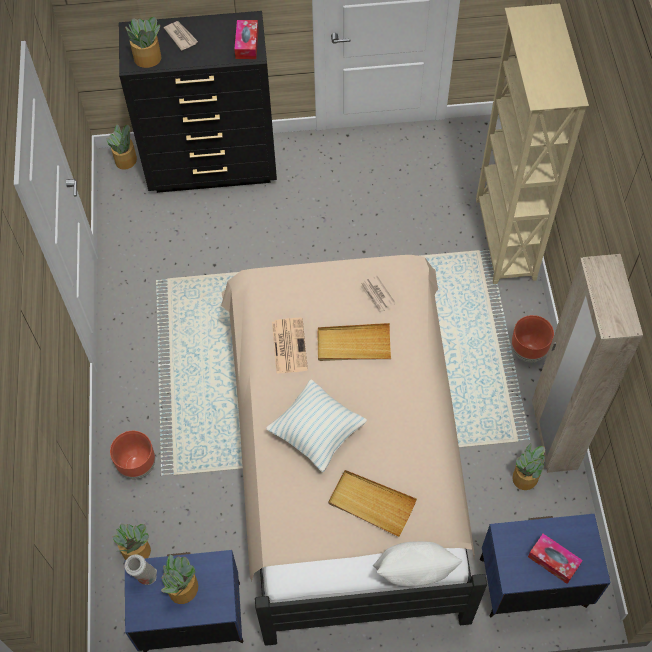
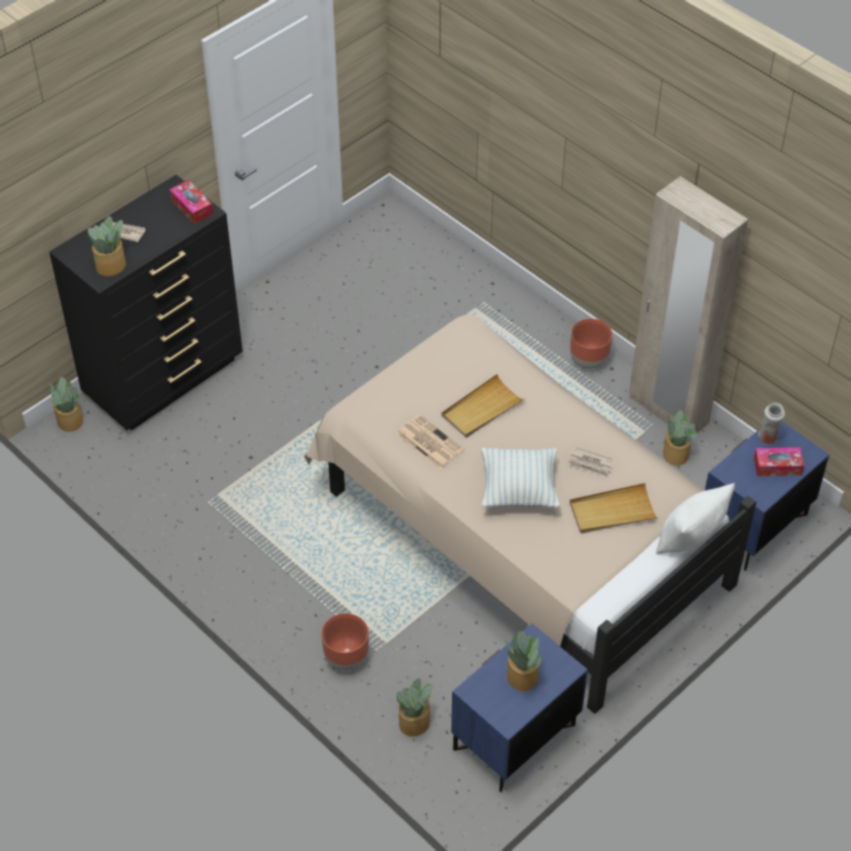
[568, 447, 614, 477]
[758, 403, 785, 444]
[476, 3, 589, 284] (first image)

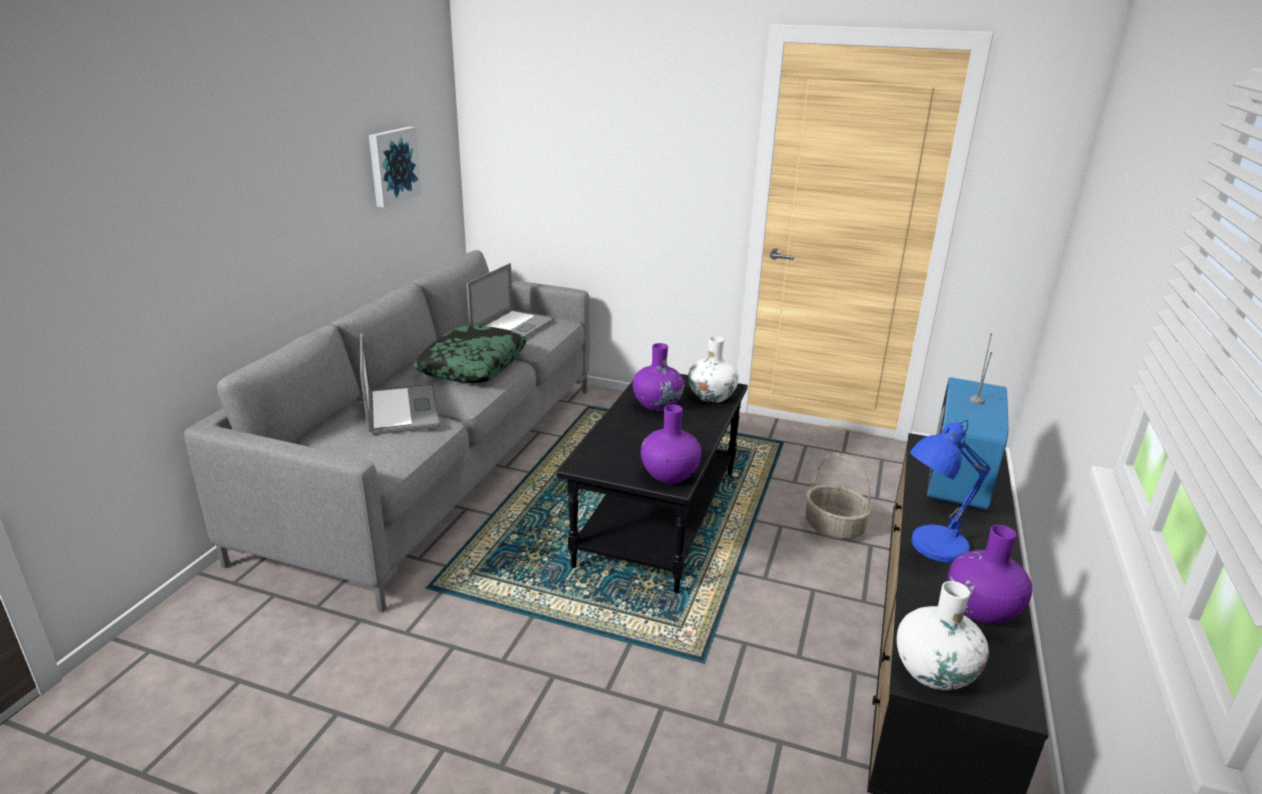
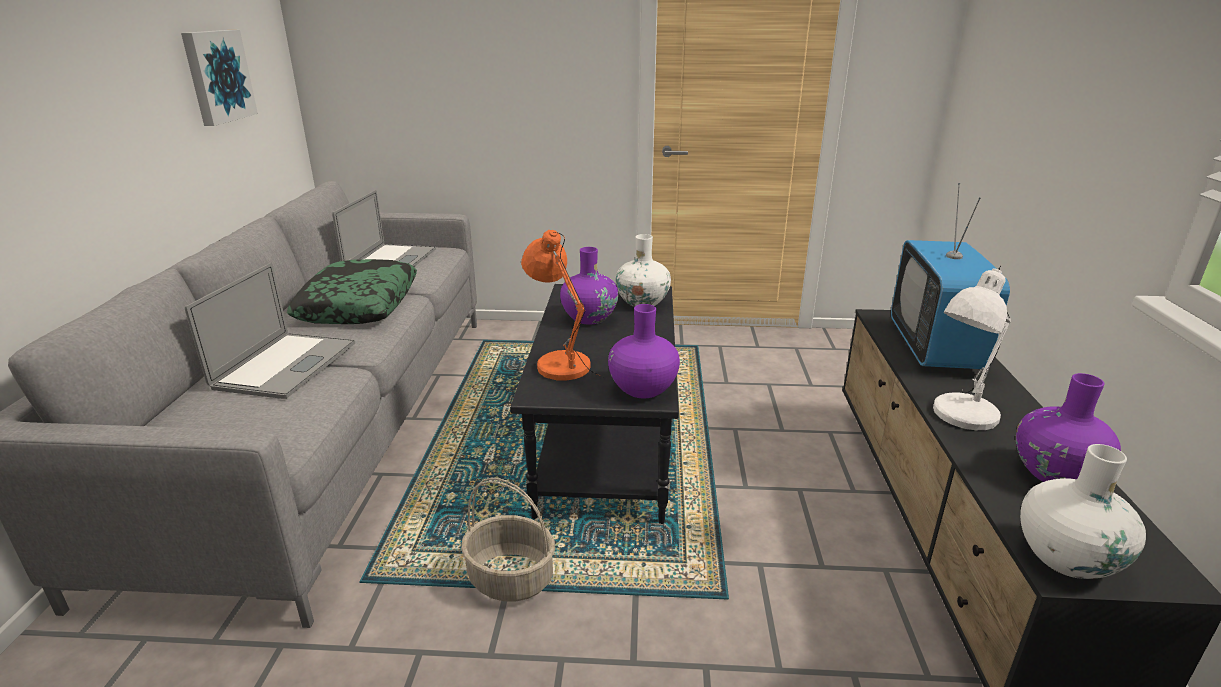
[185, 263, 355, 399]
[461, 478, 555, 601]
[521, 230, 605, 380]
[933, 266, 1011, 430]

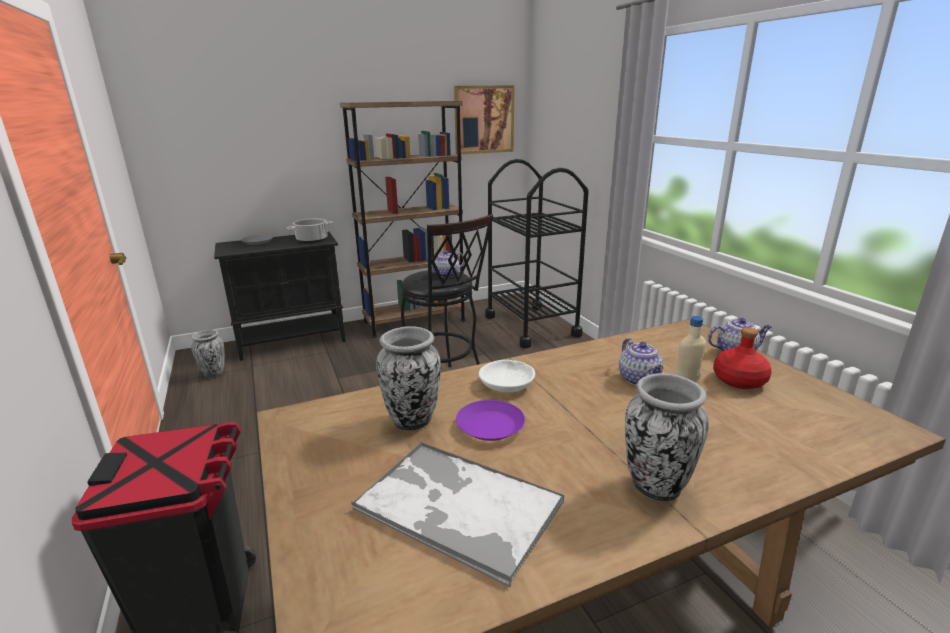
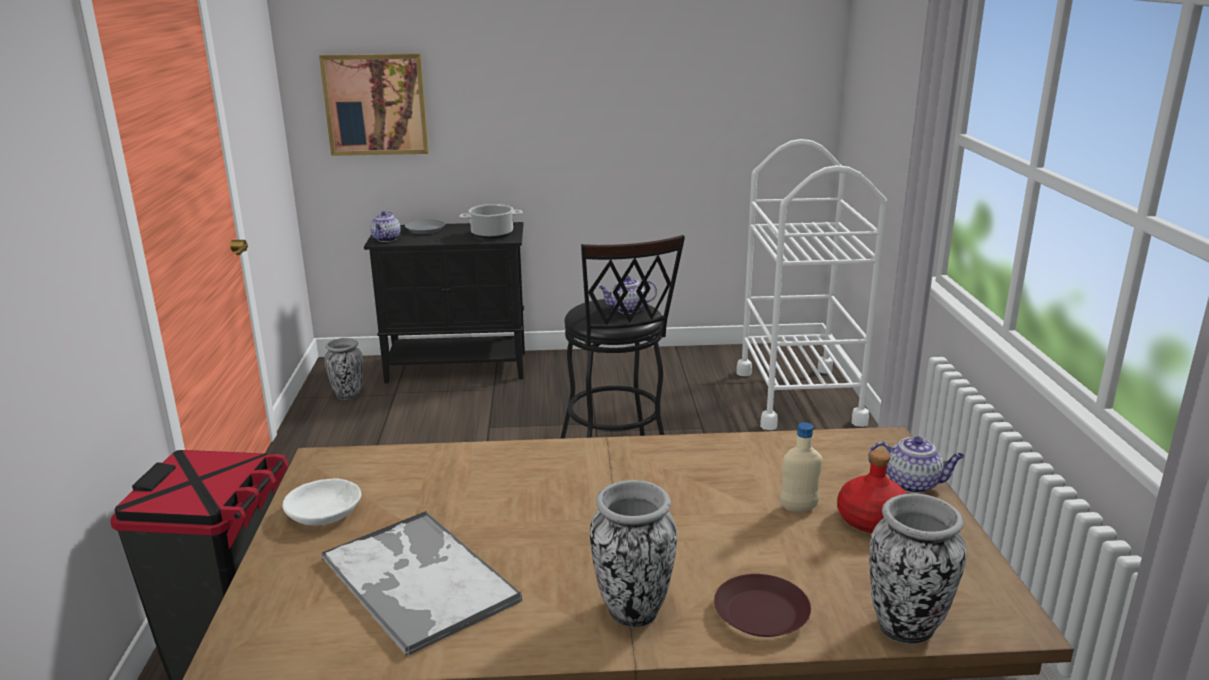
[283, 478, 362, 526]
[319, 53, 429, 156]
[370, 211, 401, 242]
[714, 574, 811, 637]
[736, 139, 887, 430]
[870, 493, 967, 644]
[340, 101, 466, 338] (first image)
[456, 400, 525, 441] (first image)

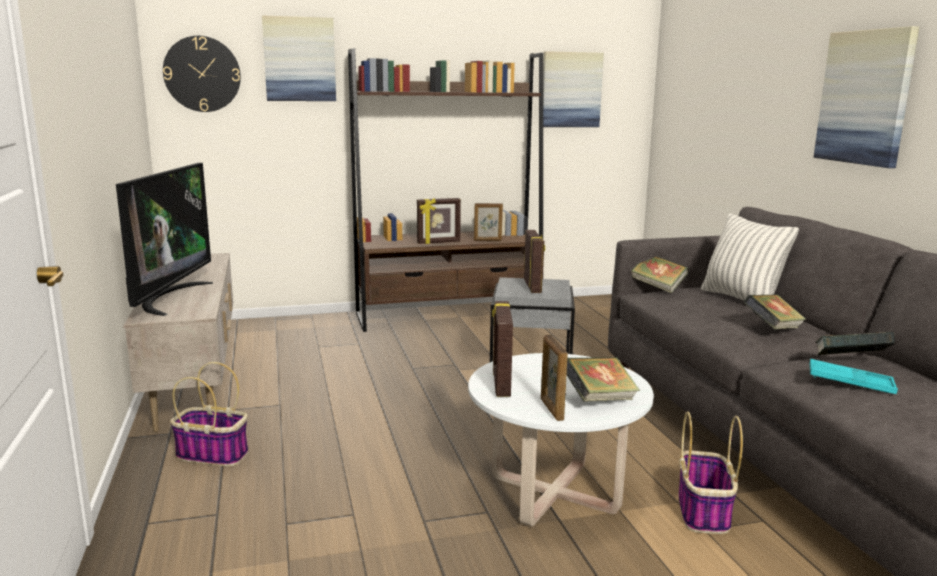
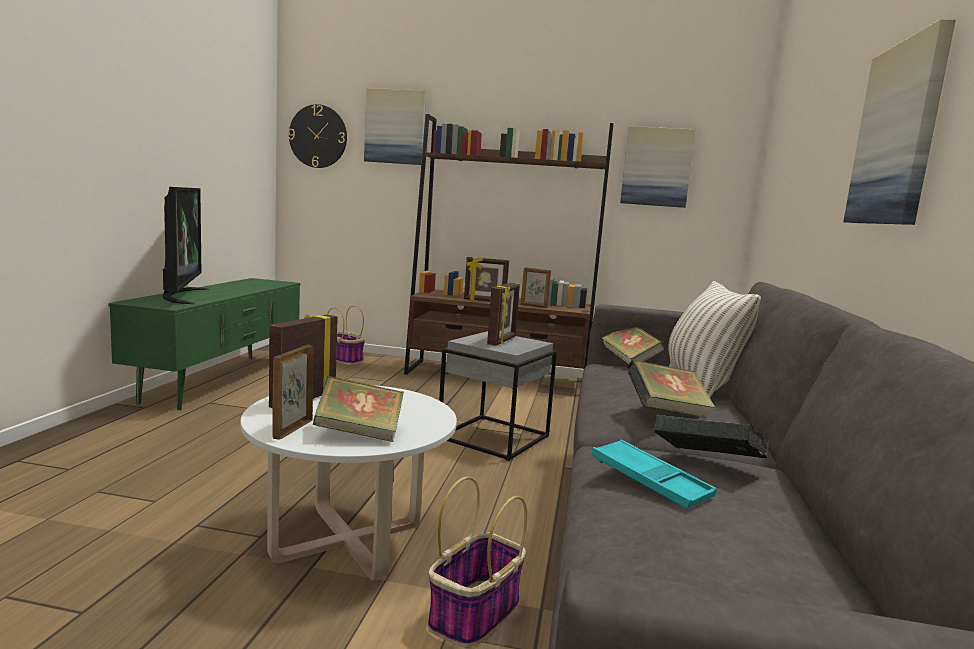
[108, 278, 300, 410]
[163, 187, 208, 304]
[327, 305, 365, 365]

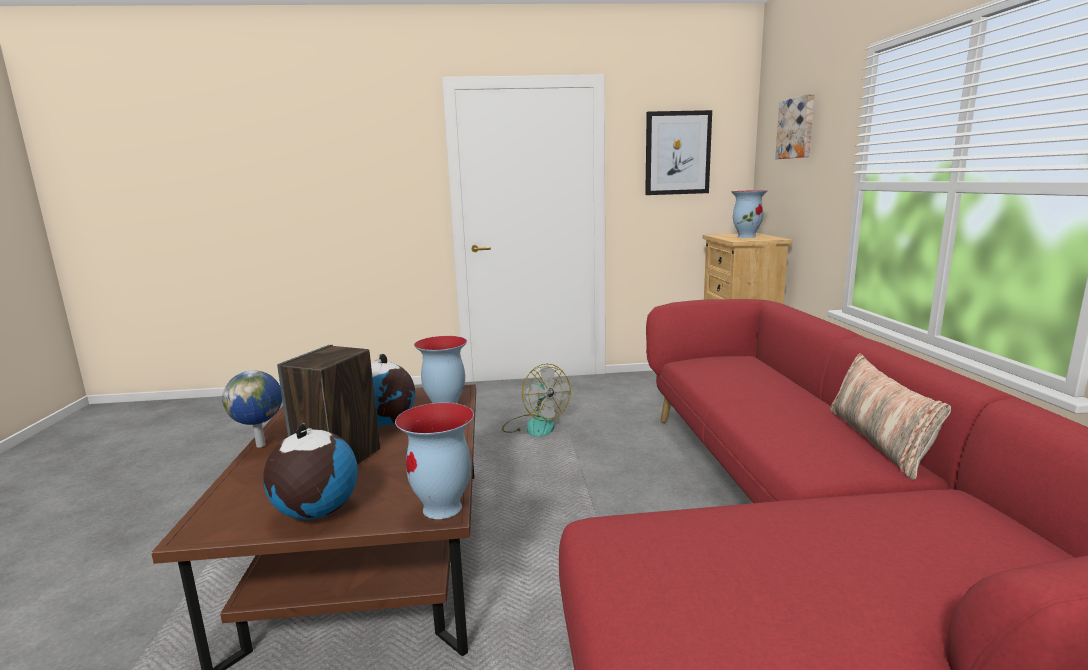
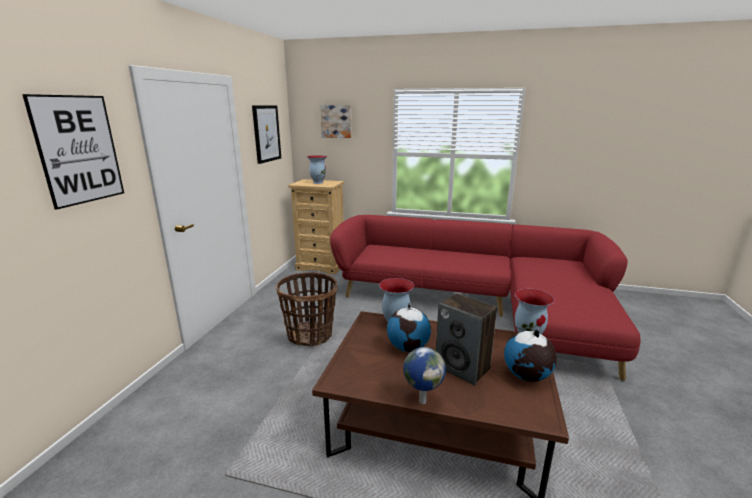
[22, 94, 124, 210]
[276, 272, 337, 347]
[830, 353, 951, 480] (first image)

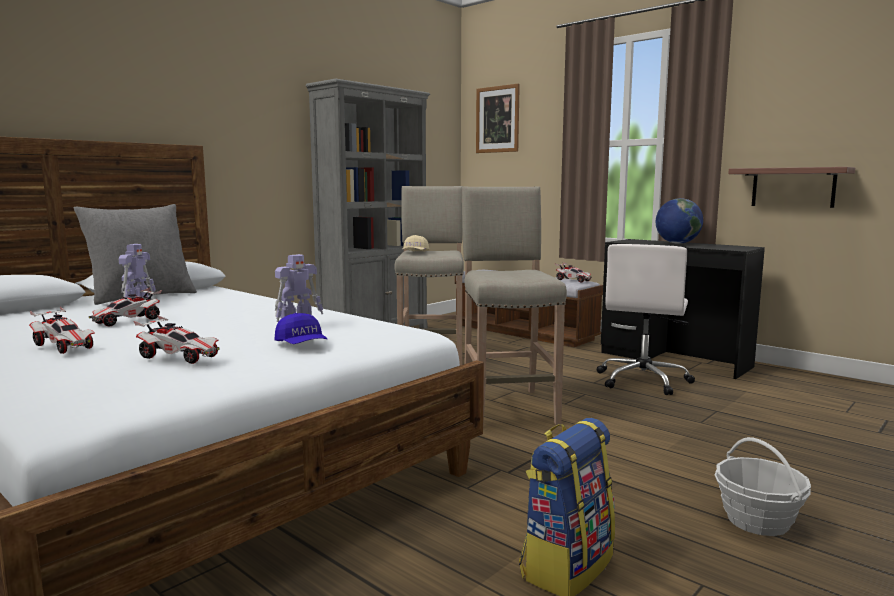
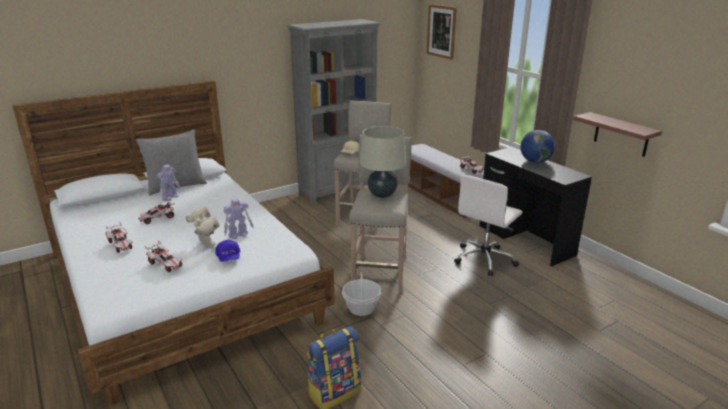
[186, 207, 219, 247]
[342, 272, 381, 316]
[360, 126, 406, 198]

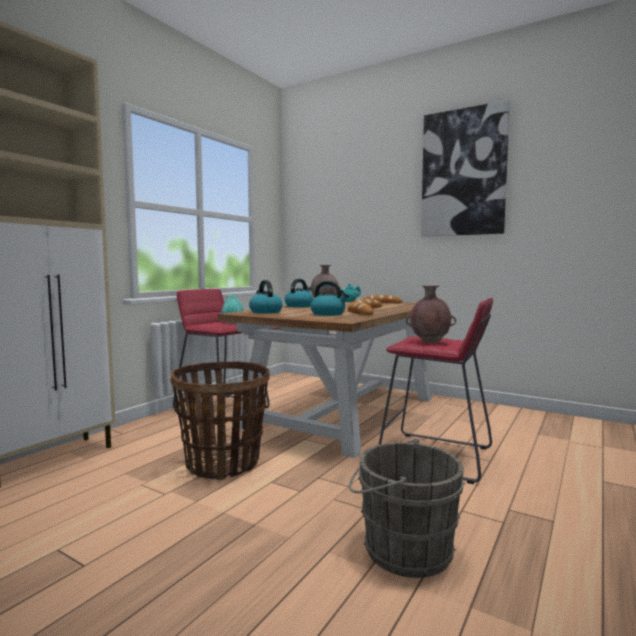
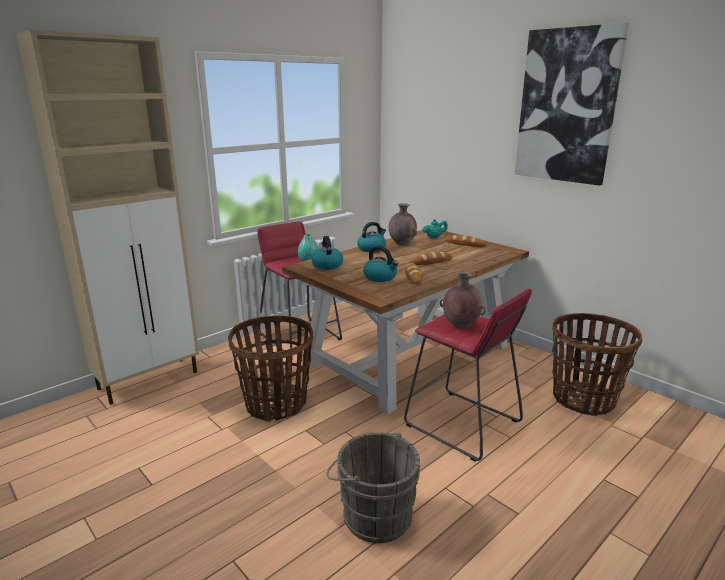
[552, 313, 642, 416]

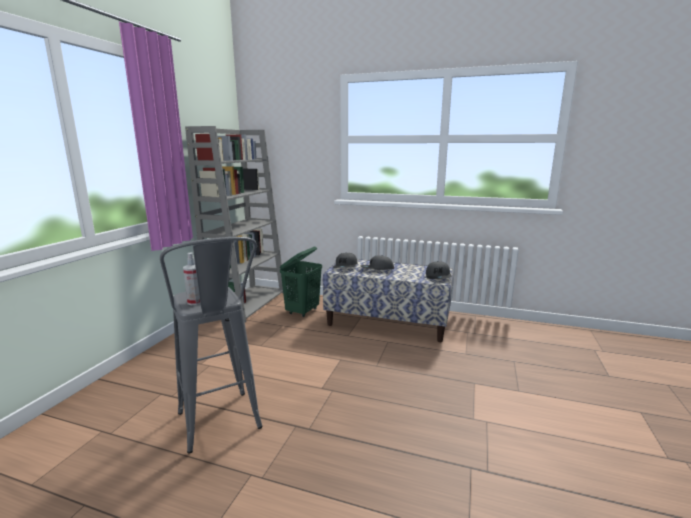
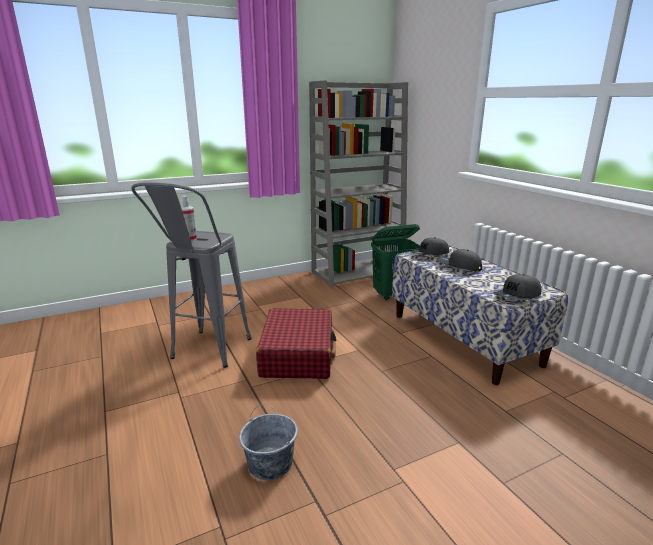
[239, 404, 298, 480]
[256, 308, 337, 379]

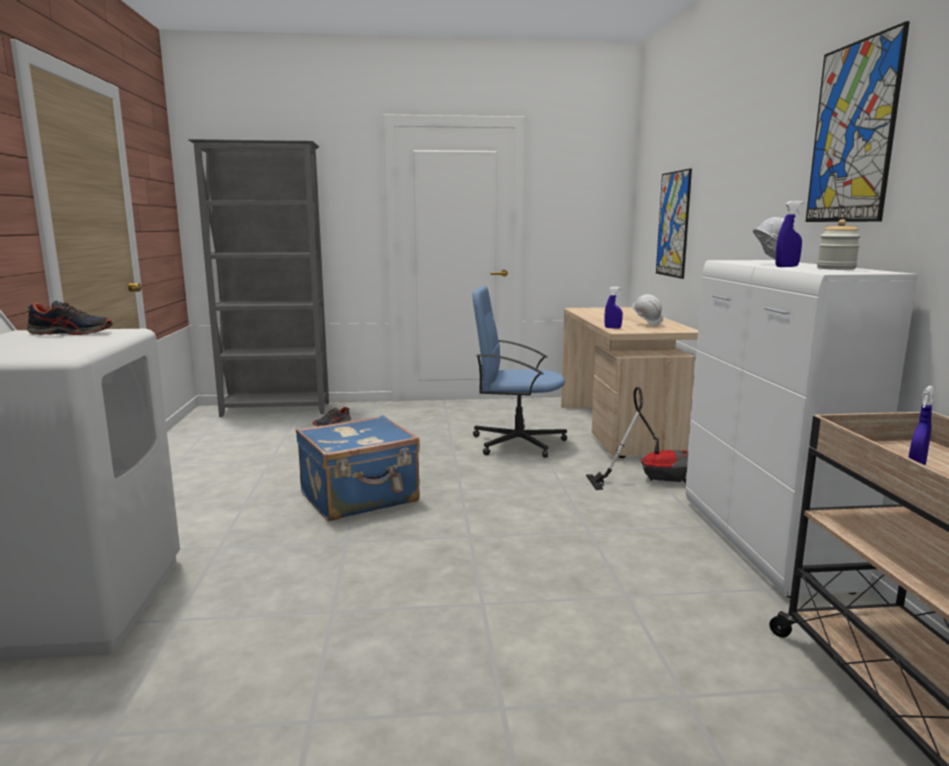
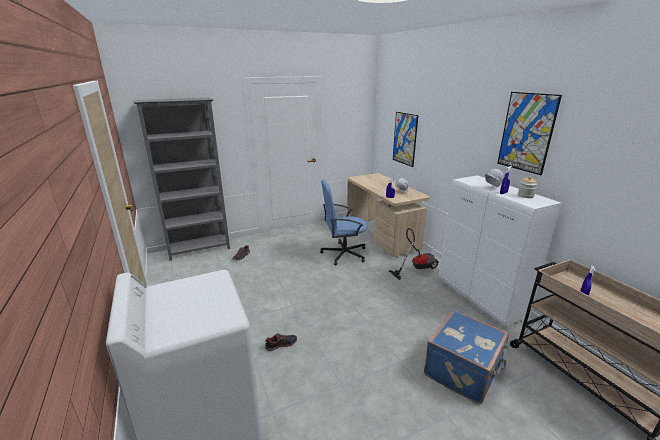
[265, 334, 297, 351]
[424, 310, 509, 404]

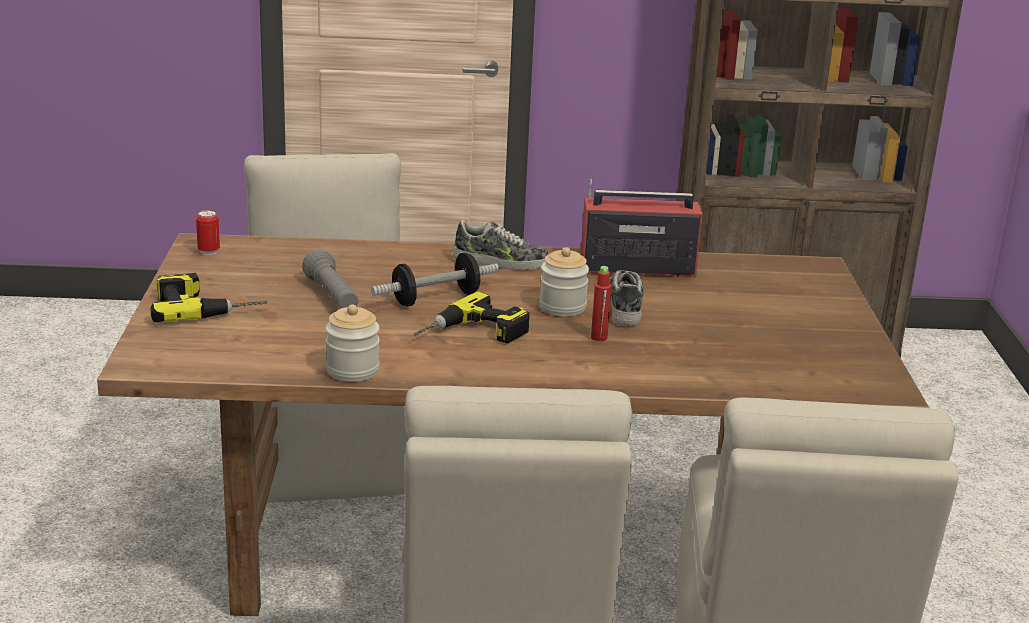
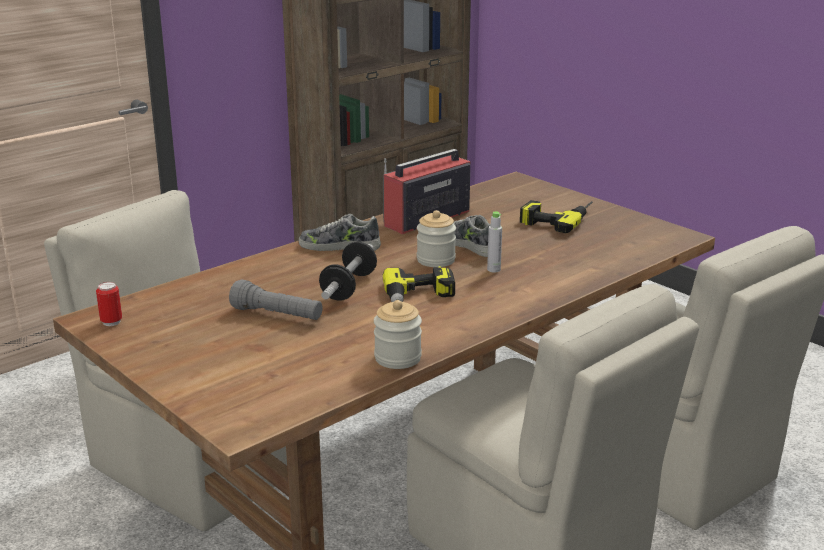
[299, 214, 381, 251]
[487, 211, 502, 273]
[520, 200, 593, 233]

